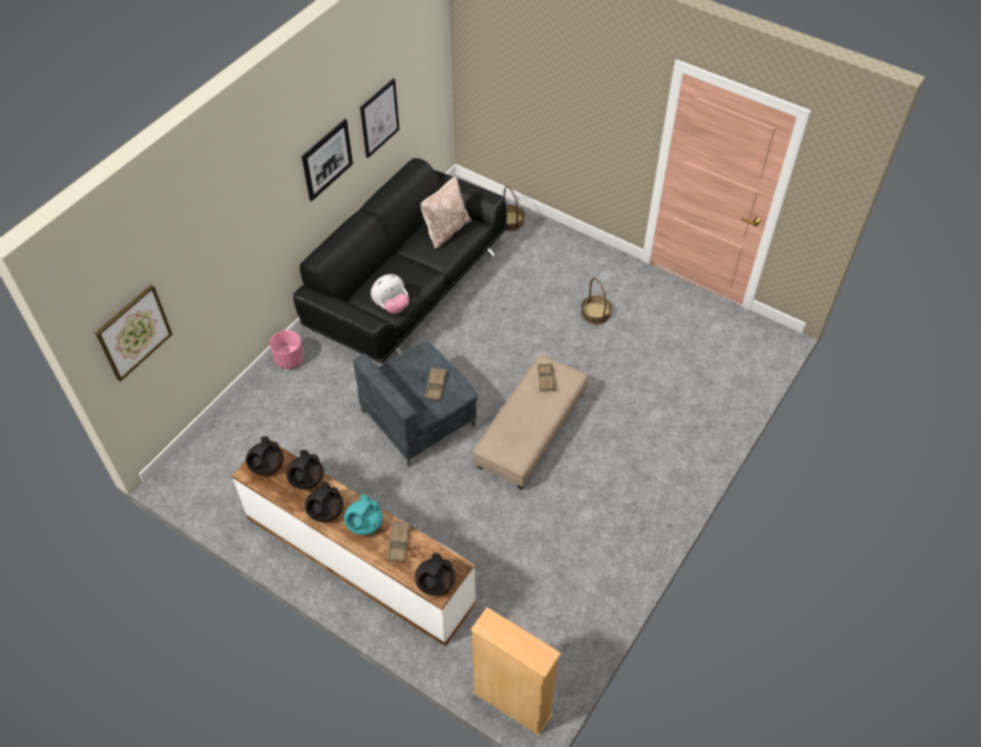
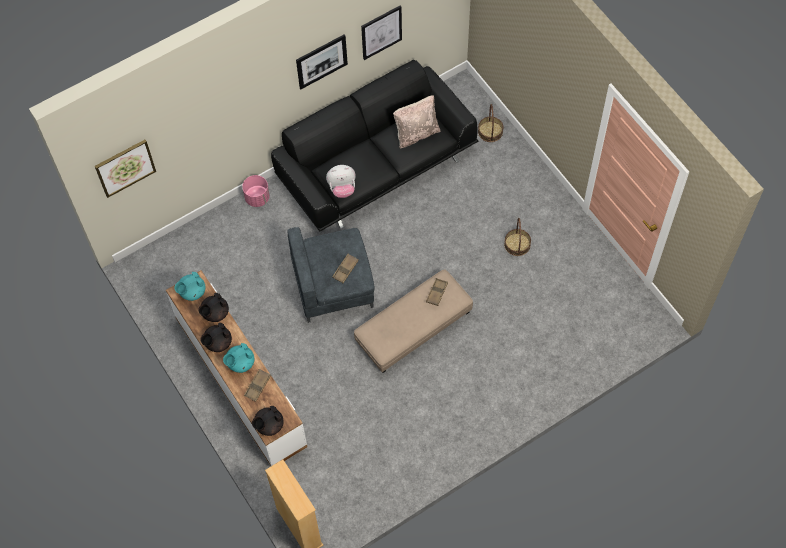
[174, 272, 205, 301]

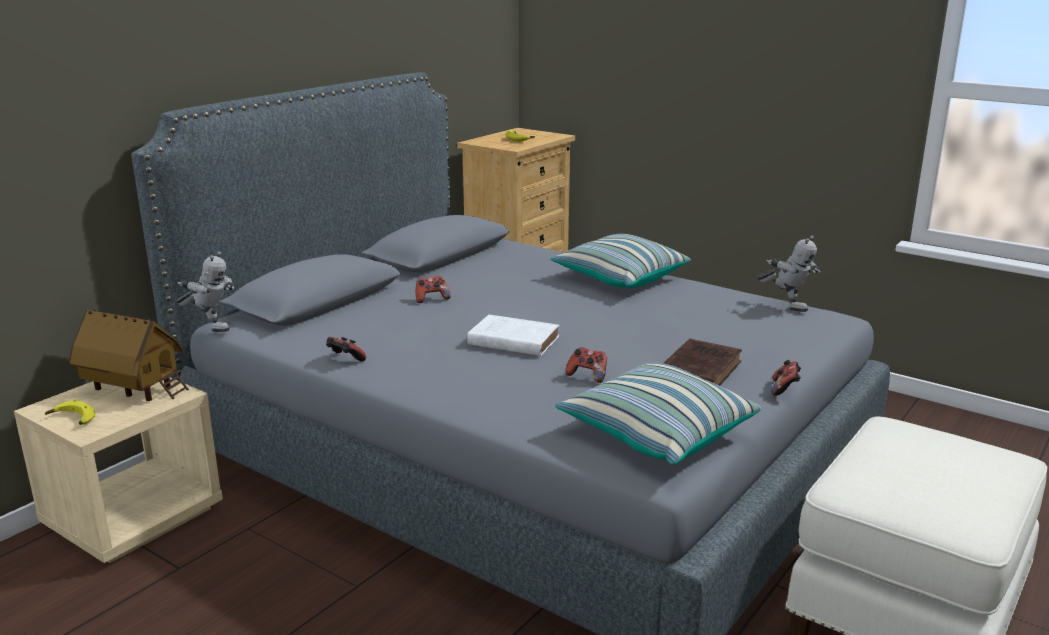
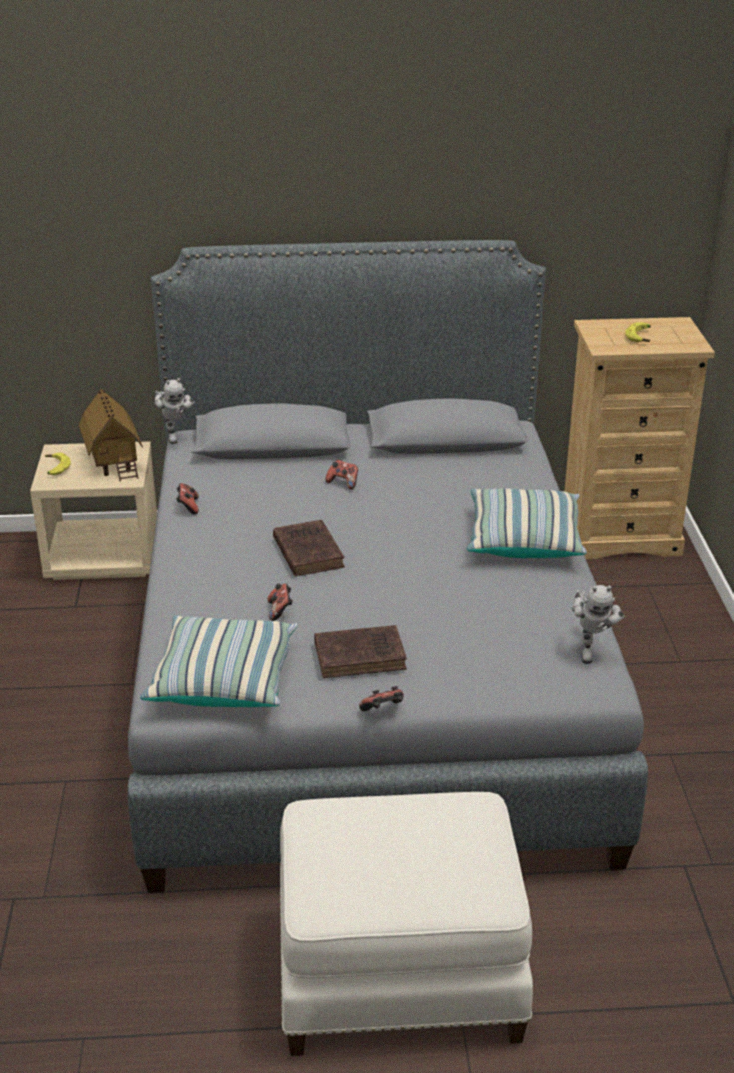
[273, 520, 345, 576]

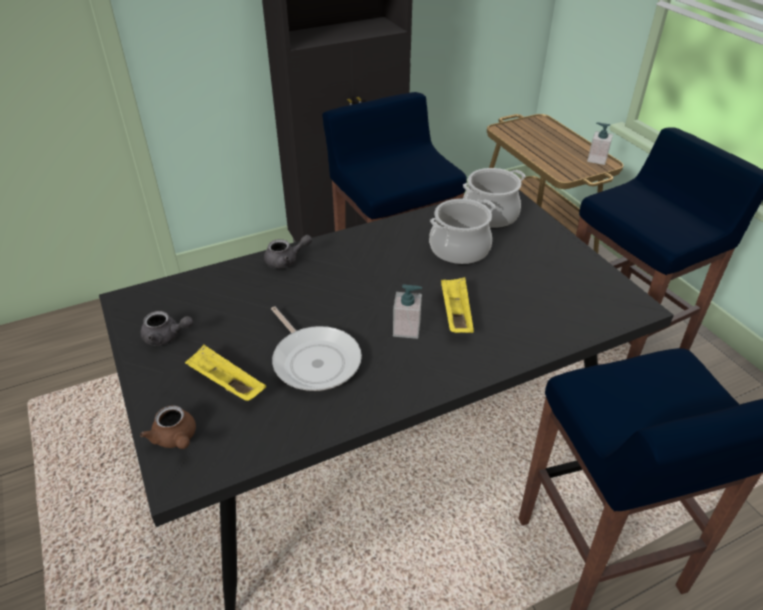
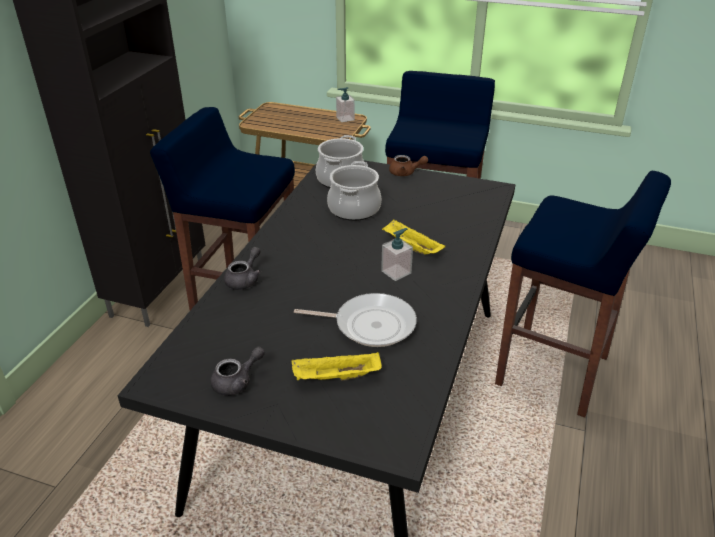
[389, 155, 428, 176]

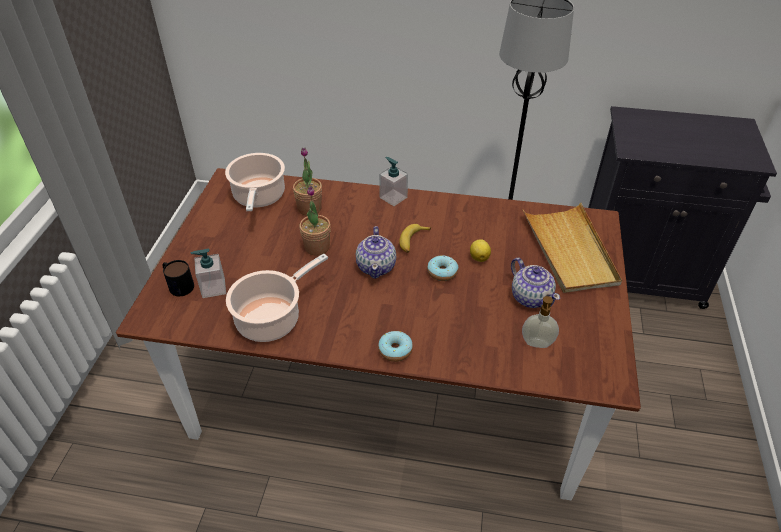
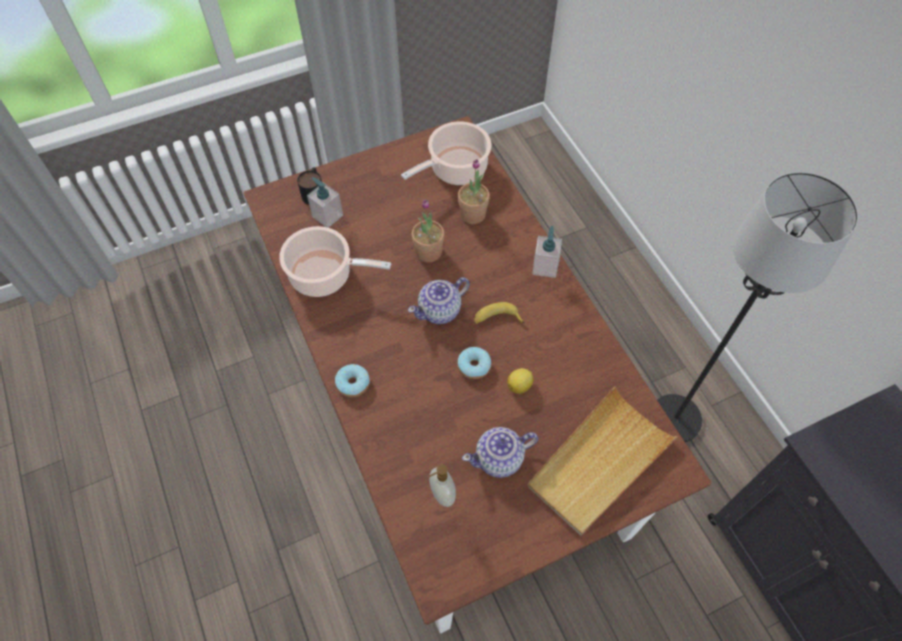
[462, 427, 538, 478]

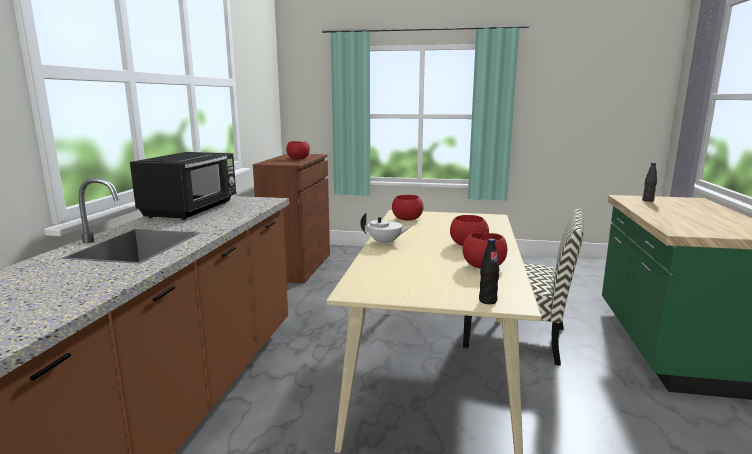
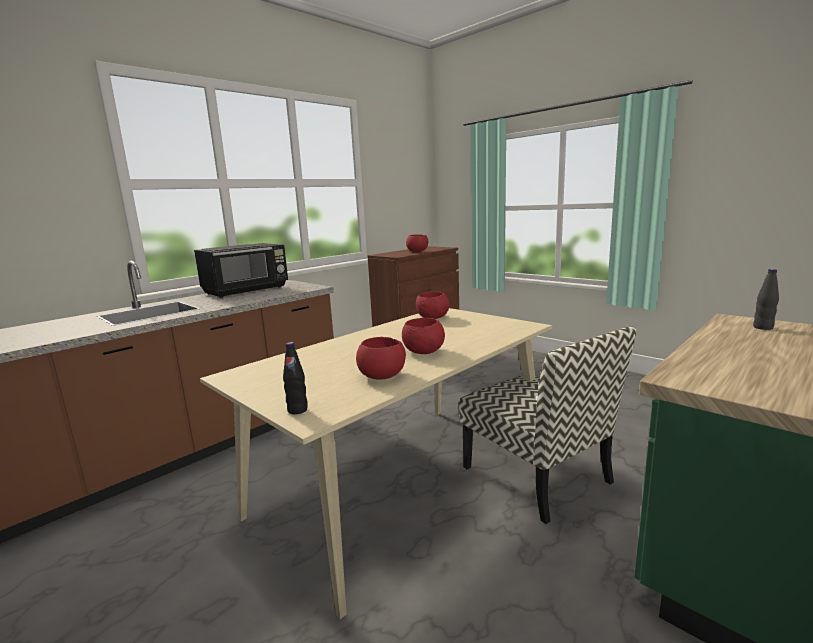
[360, 213, 412, 245] (first image)

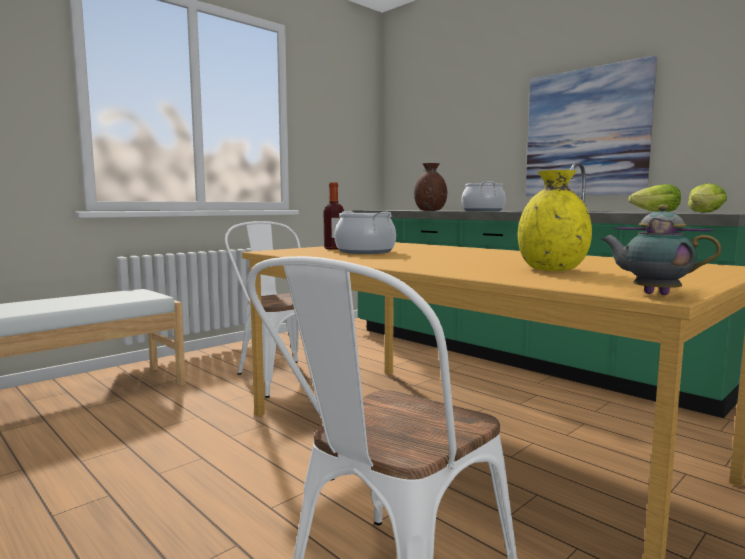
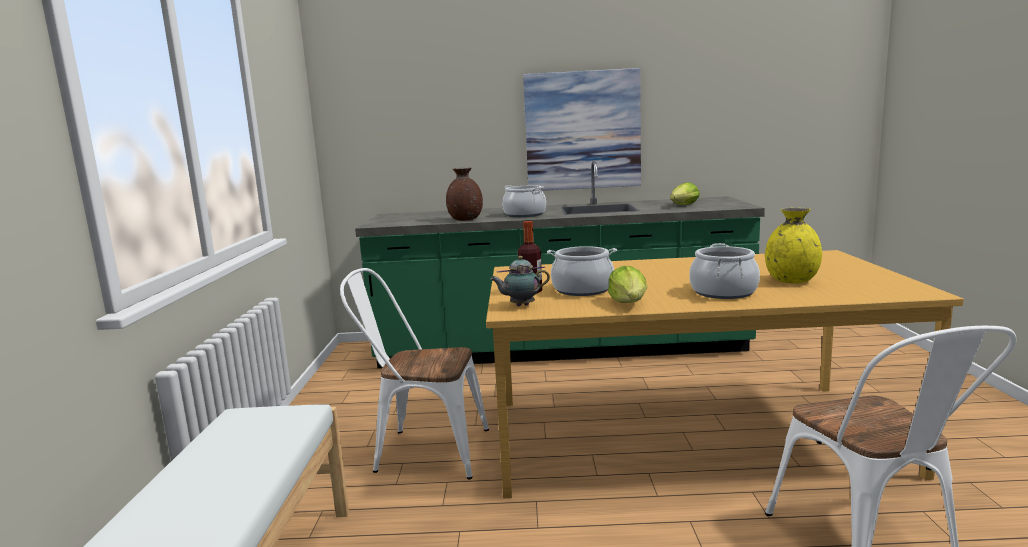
[490, 256, 550, 306]
[608, 266, 647, 303]
[689, 243, 760, 299]

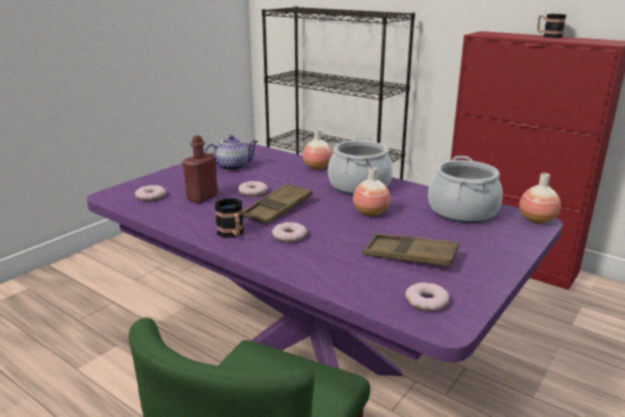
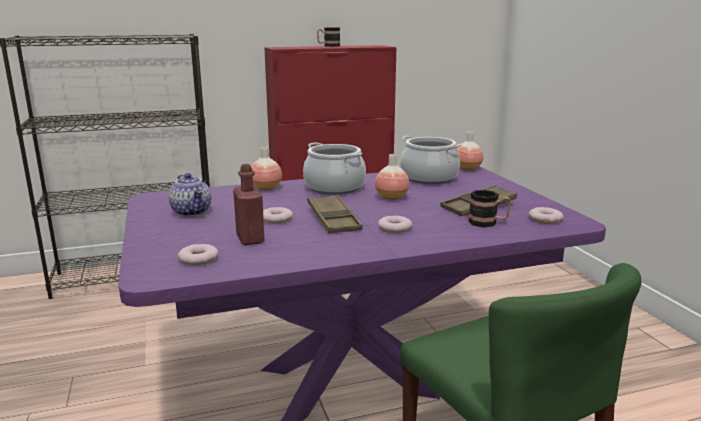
[169, 173, 211, 217]
[469, 190, 511, 227]

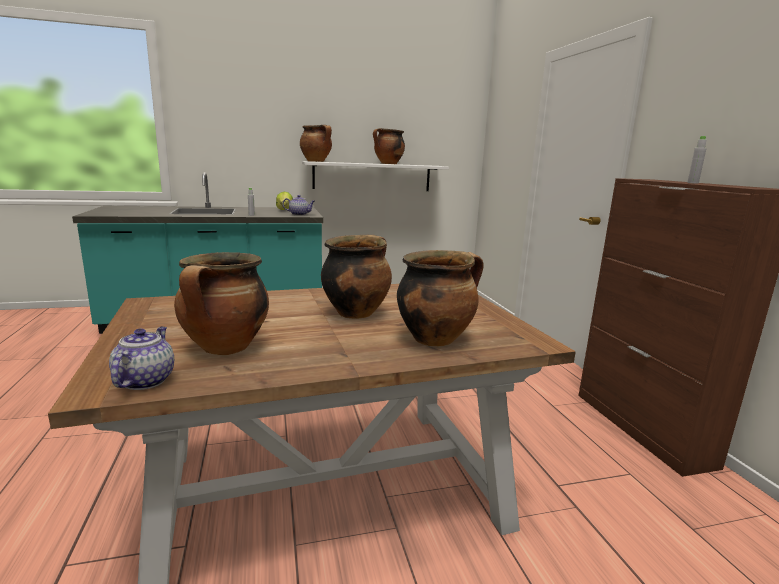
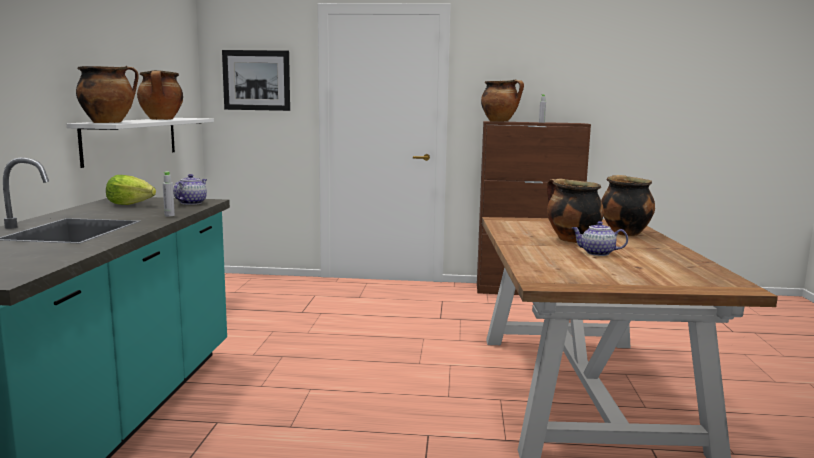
[222, 50, 290, 111]
[481, 80, 524, 122]
[572, 221, 628, 256]

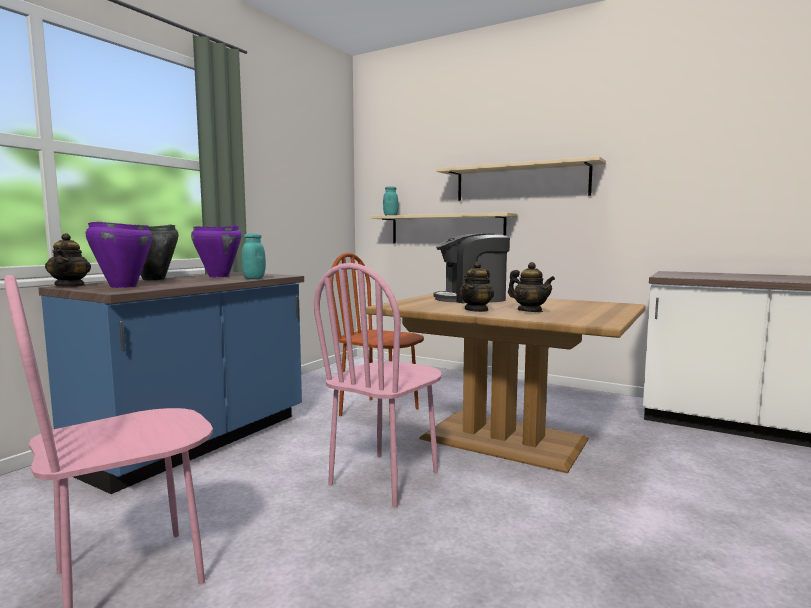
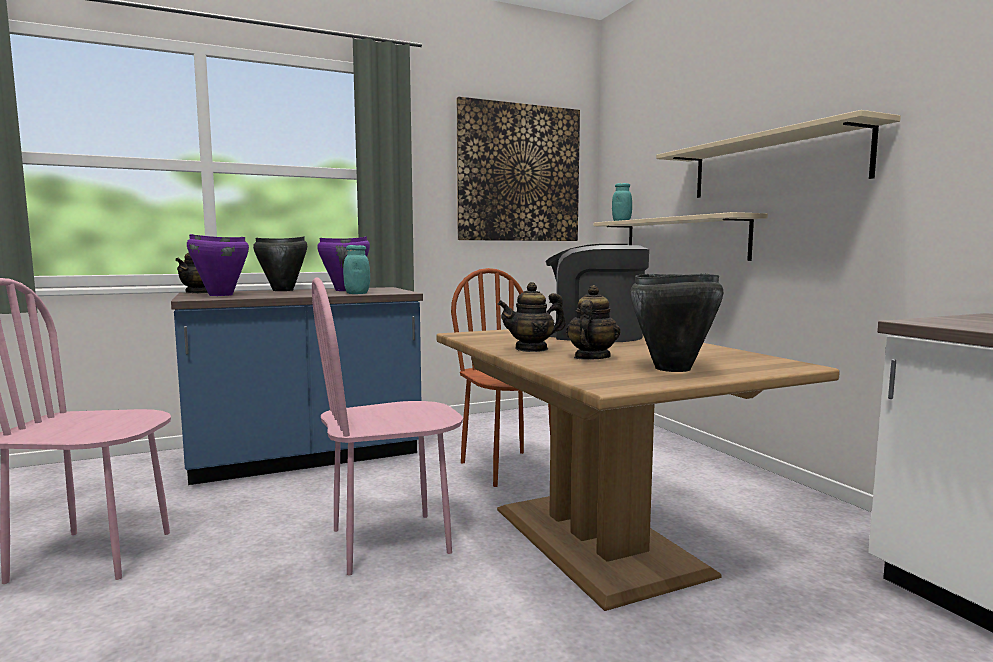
[457, 97, 580, 241]
[566, 285, 621, 360]
[630, 273, 723, 372]

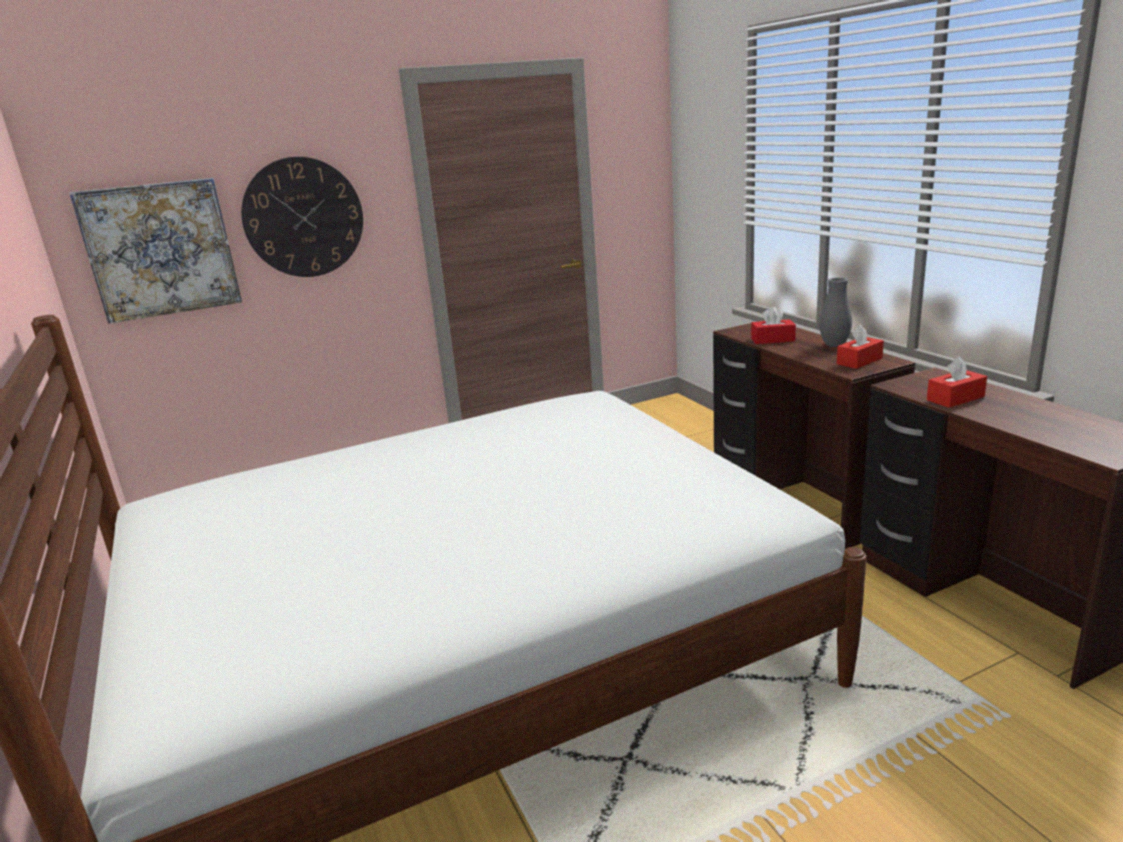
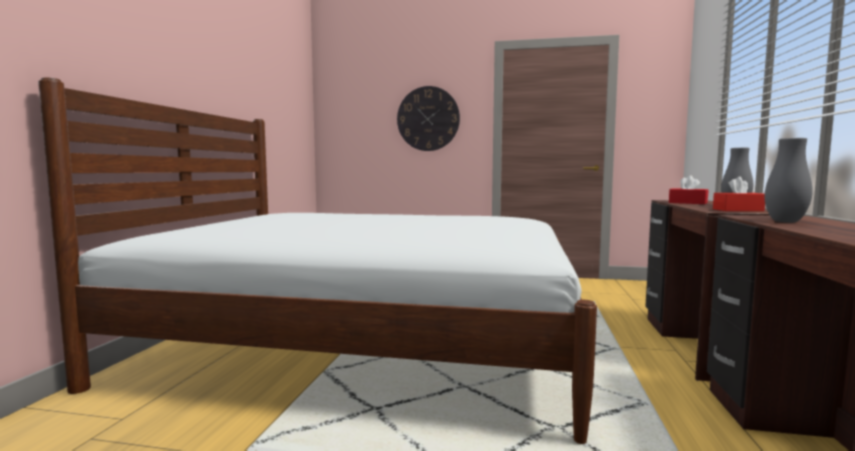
[765, 138, 813, 222]
[69, 178, 242, 324] (first image)

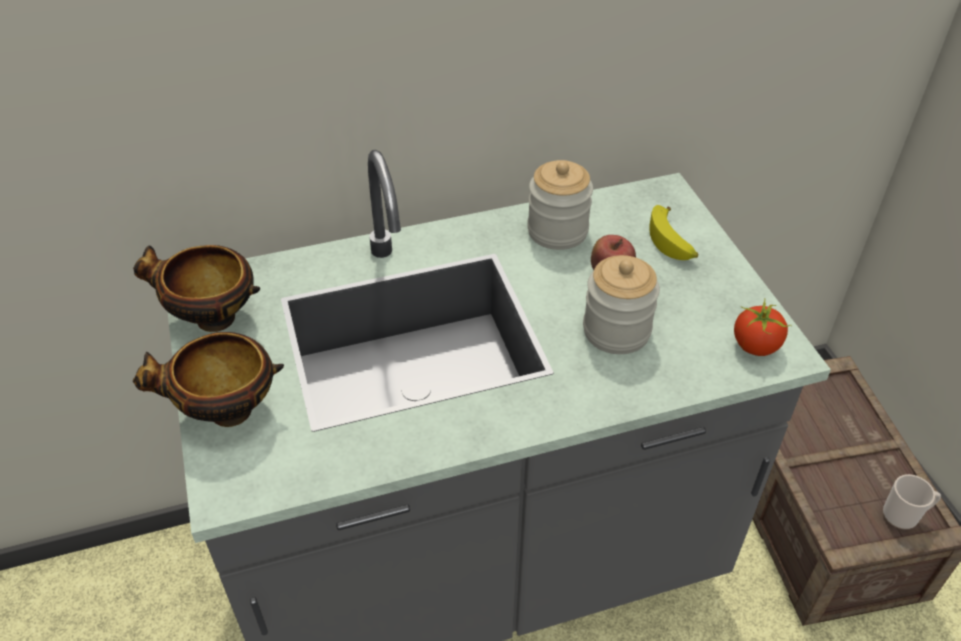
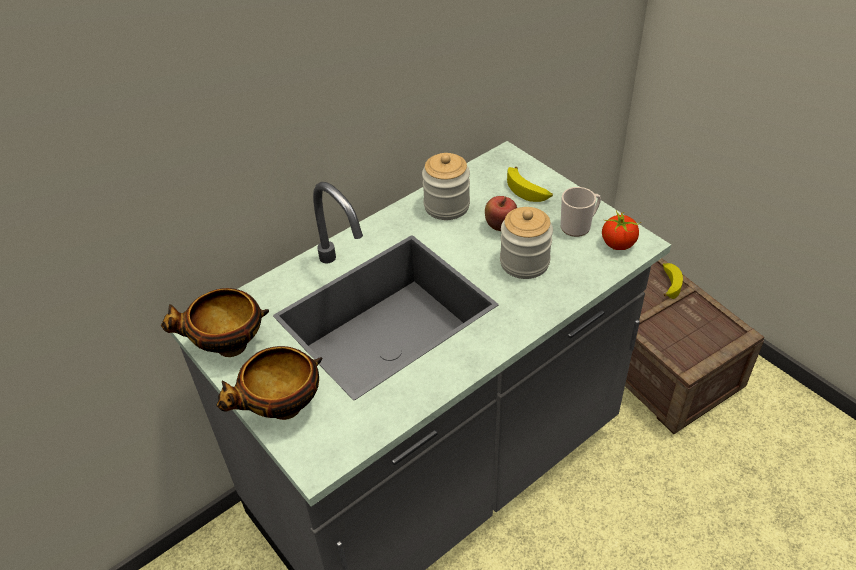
[560, 187, 601, 237]
[663, 263, 683, 299]

